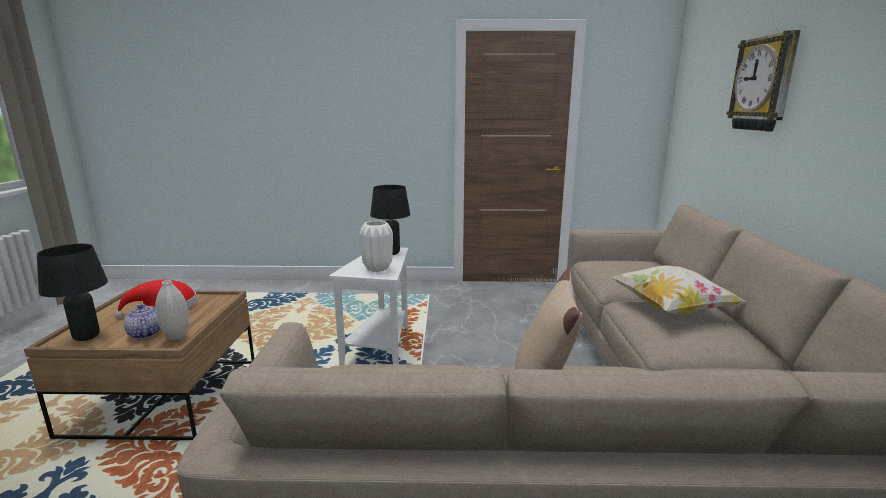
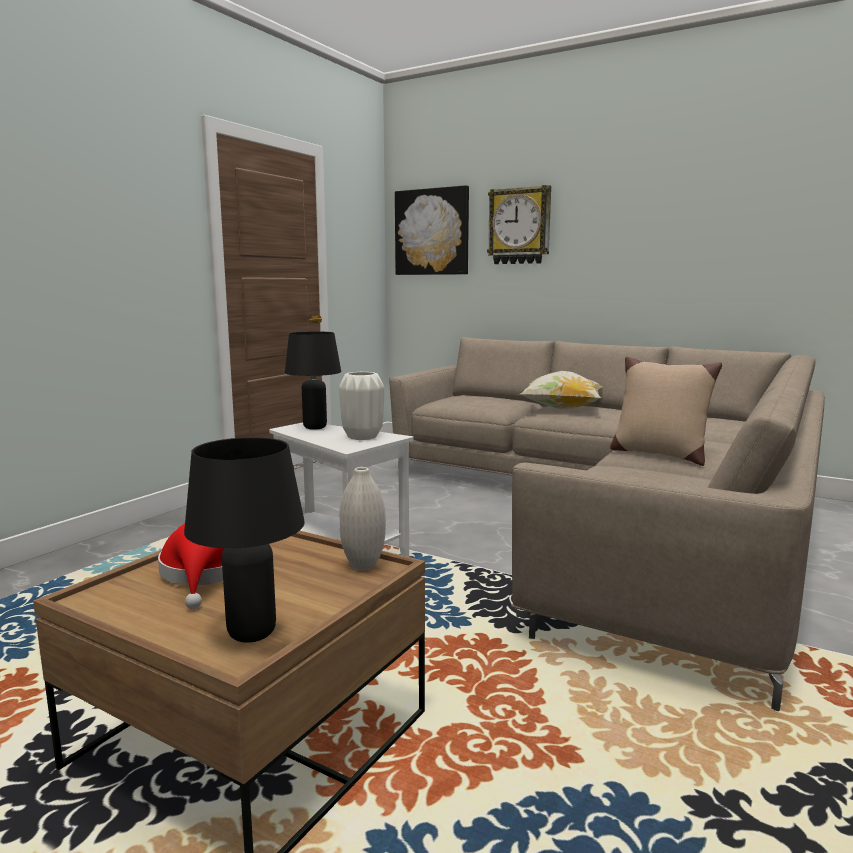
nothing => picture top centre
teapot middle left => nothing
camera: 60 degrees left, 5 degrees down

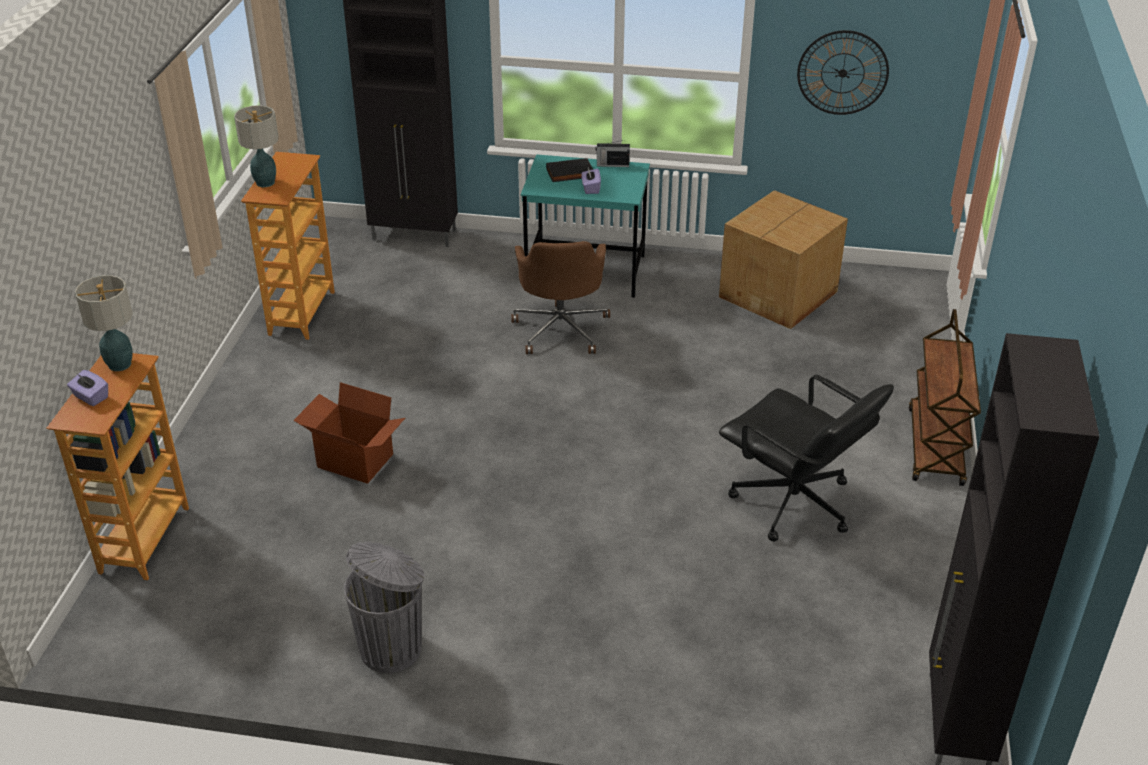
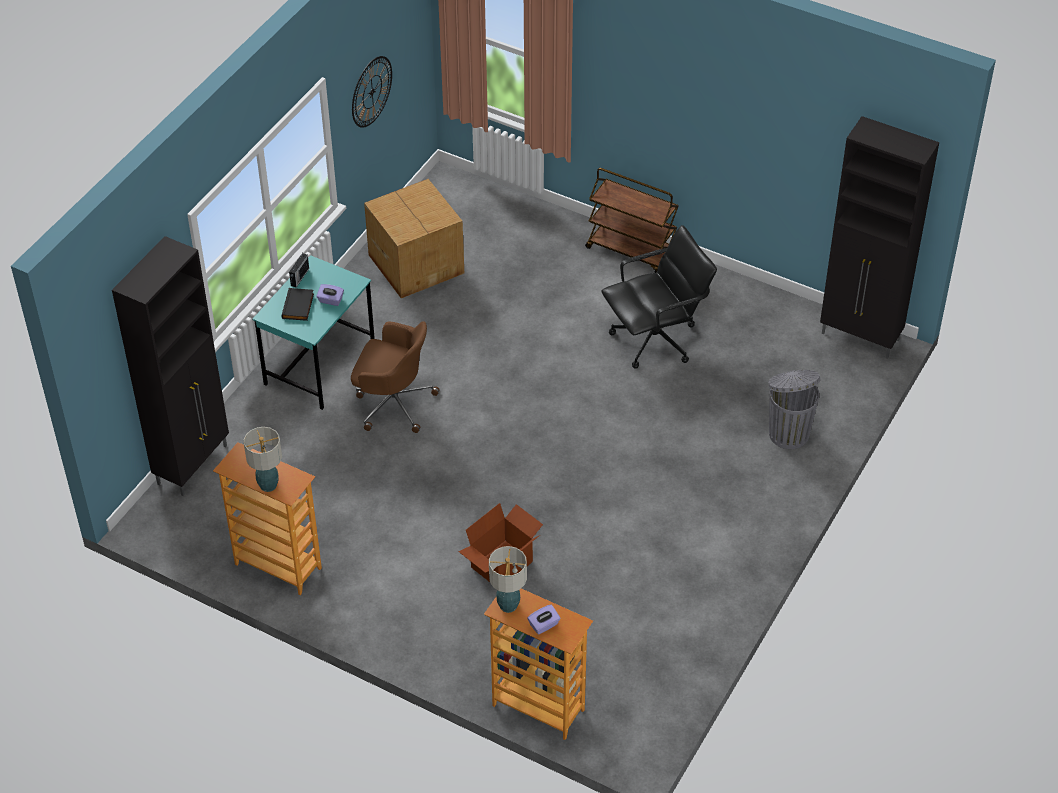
grey trash can bottom centre => grey trash can middle right, relocated
camera: 70 degrees left, 10 degrees up

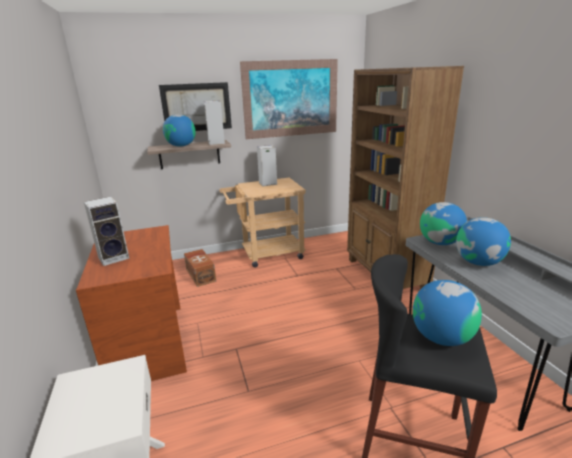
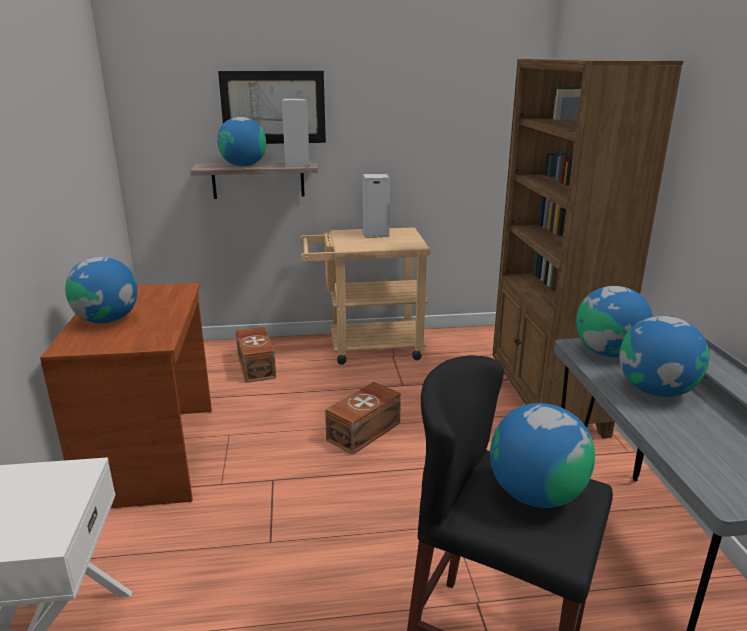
speaker (no. 1 from left) middle left => globe (no. 1 from left) middle left
nothing => brown storage box (no. 2 from left) centre
picture (no. 2 from left) top centre => nothing
camera: 10 degrees right, 0 degrees up

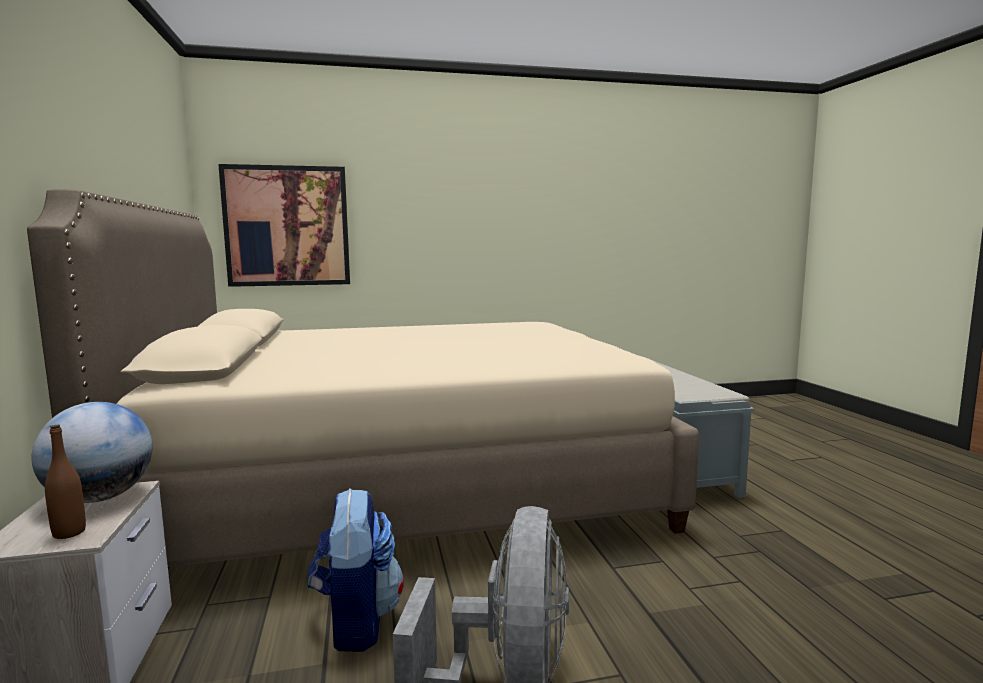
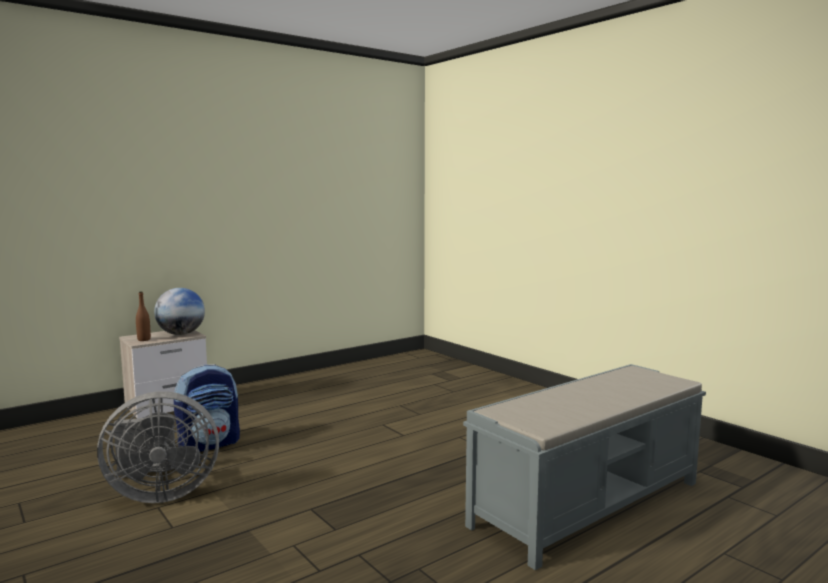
beige bed centre => nothing
picture top left => nothing
camera: 65 degrees right, 0 degrees up

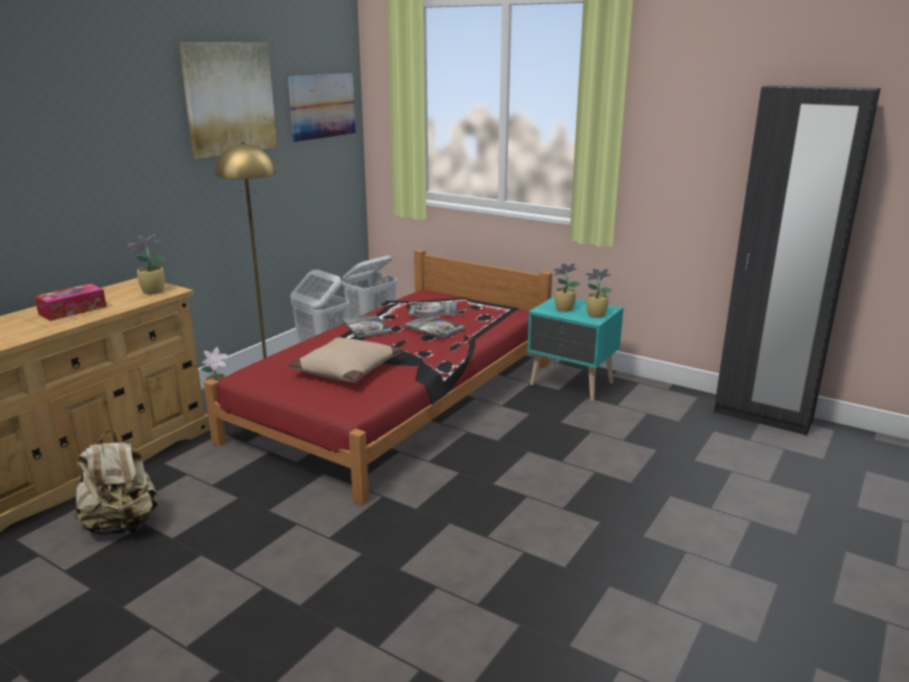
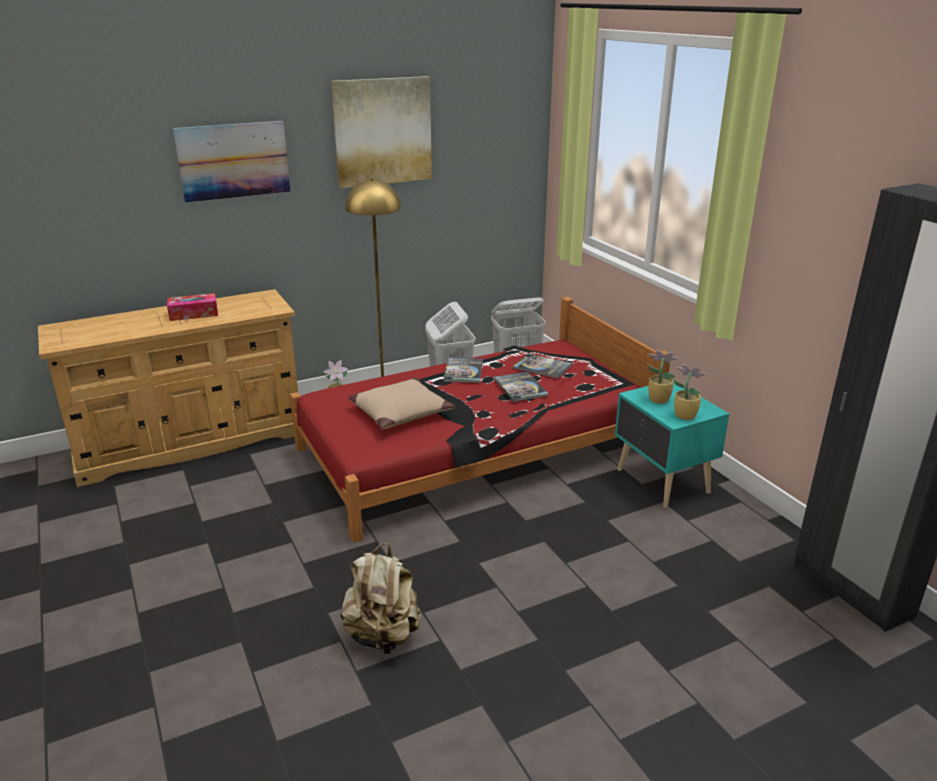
picture (no. 2 from left in the first image) top centre => picture (no. 1 from left) top left, relocated
beige backpack bottom left => beige backpack bottom centre, relocated
potted plant (no. 1 from left) middle left => nothing
camera: 30 degrees right, 5 degrees up

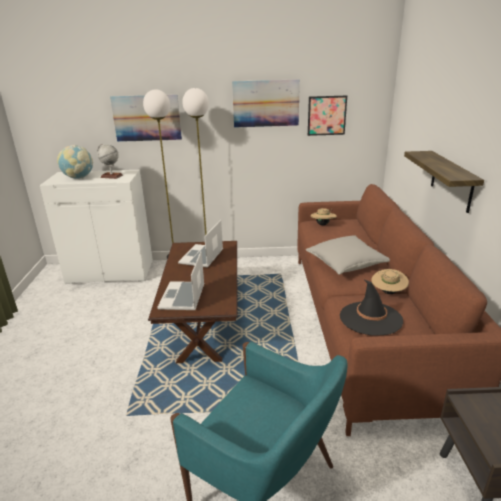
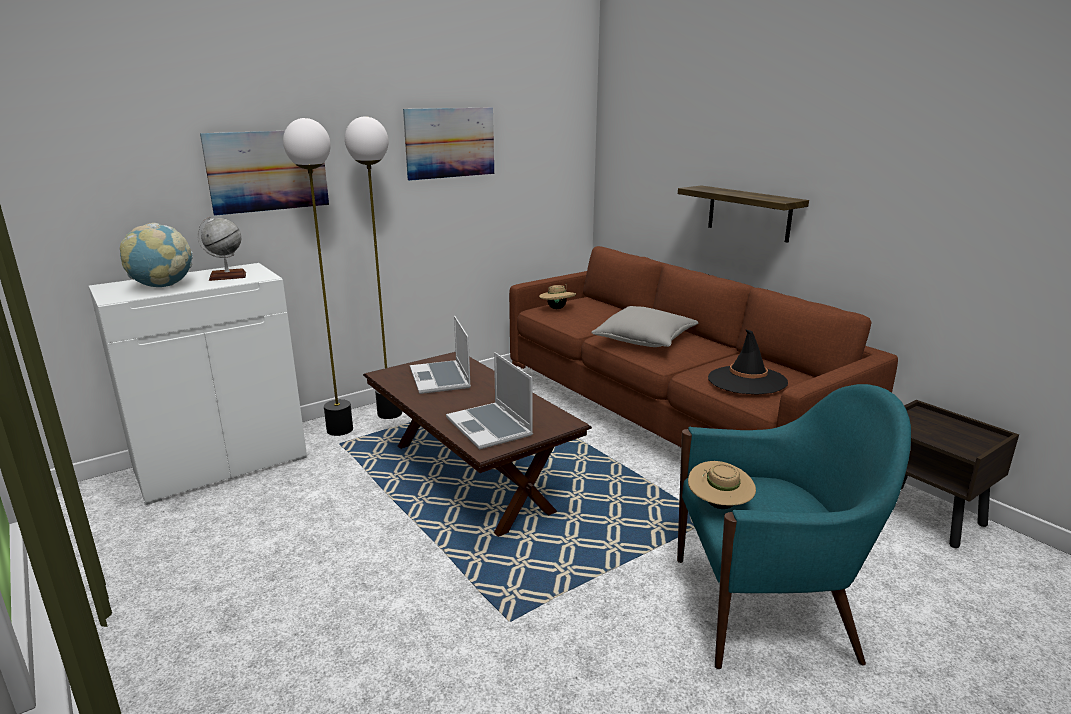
beige hat (no. 2 from left) middle right => beige hat (no. 2 from left) bottom right, relocated
picture (no. 3 from left) top centre => nothing
camera: 35 degrees left, 5 degrees down

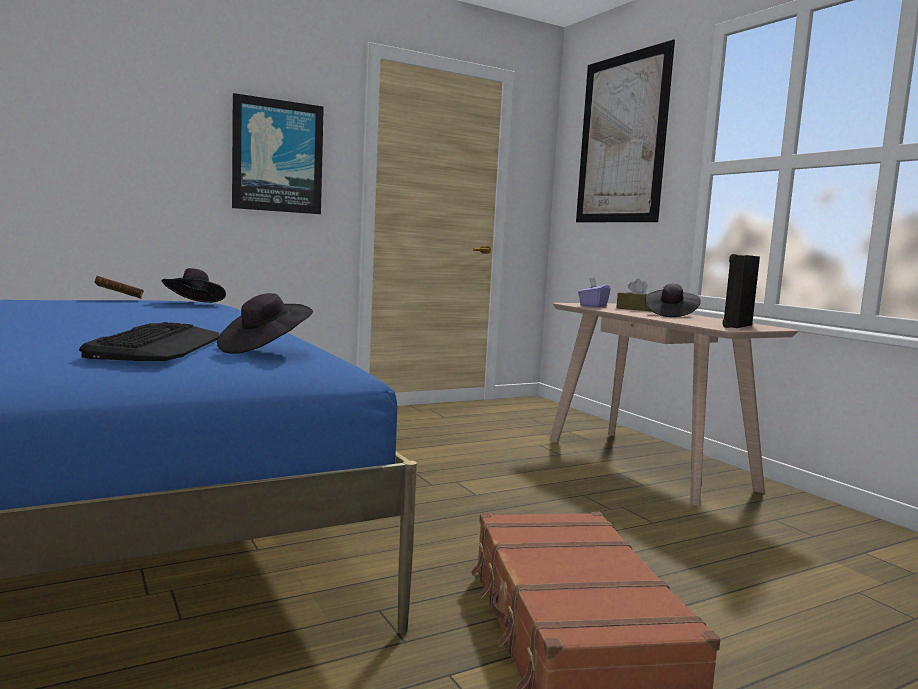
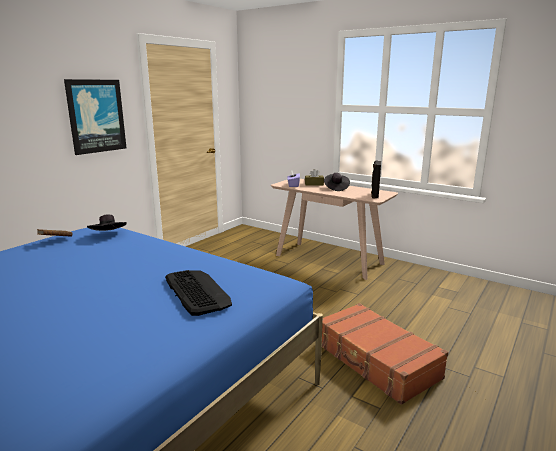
black hat (no. 2 from left) middle left => nothing
picture (no. 2 from left) top right => nothing
camera: 25 degrees left, 10 degrees up

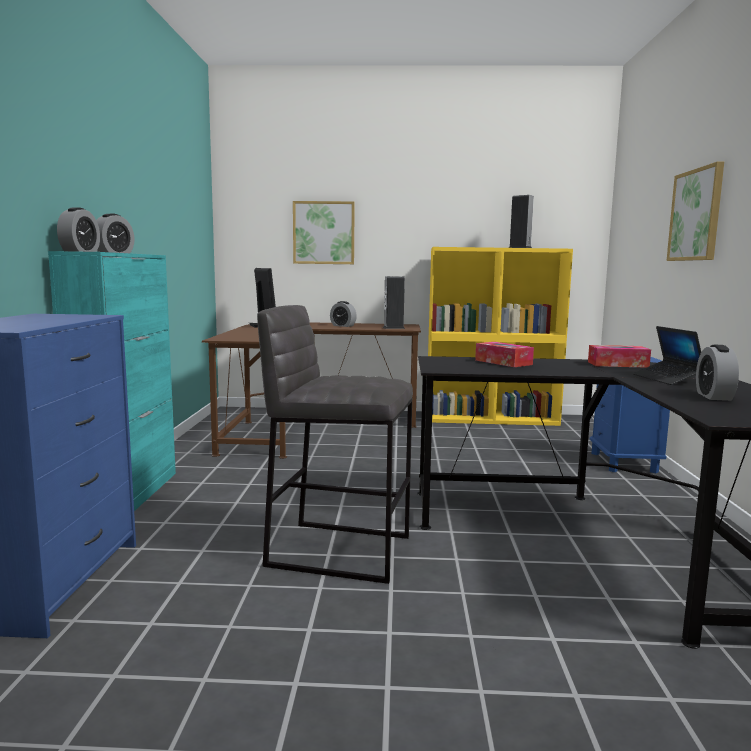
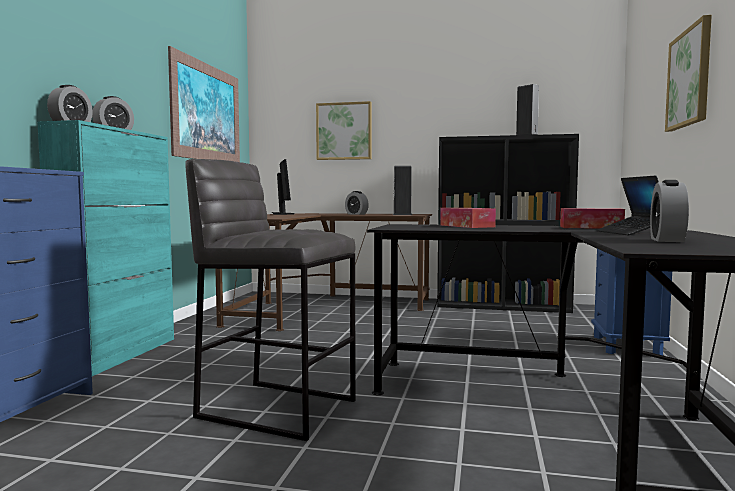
nothing => picture (no. 1 from left) top left
yellow bookcase centre => black bookcase middle right
camera: 10 degrees right, 5 degrees down

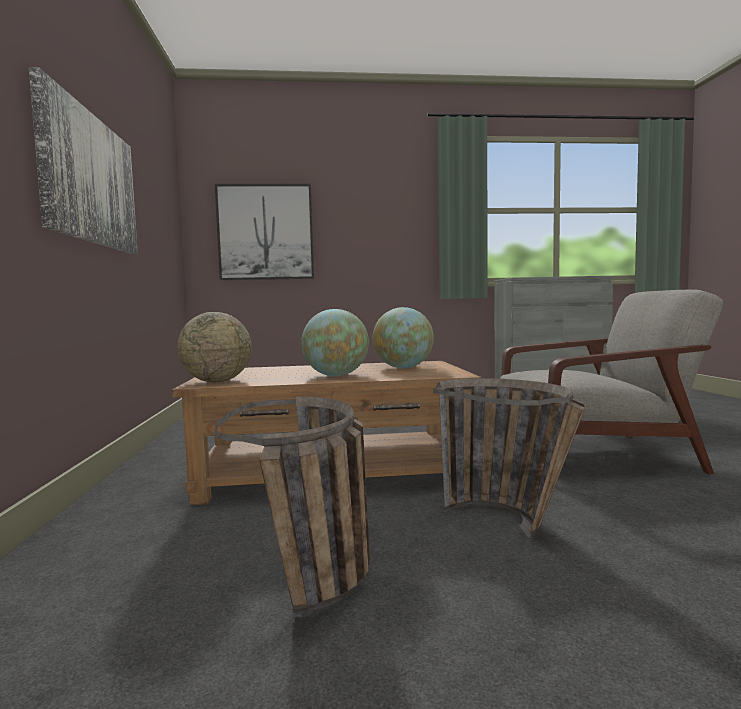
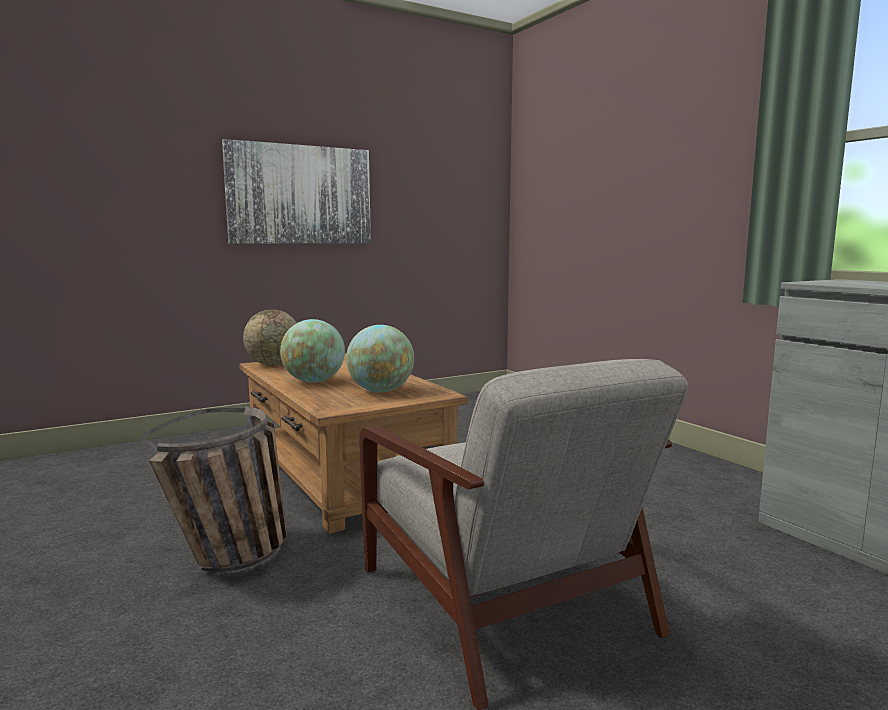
basket (no. 1 from left) bottom centre => nothing
picture (no. 2 from left) top centre => nothing
camera: 65 degrees right, 5 degrees up

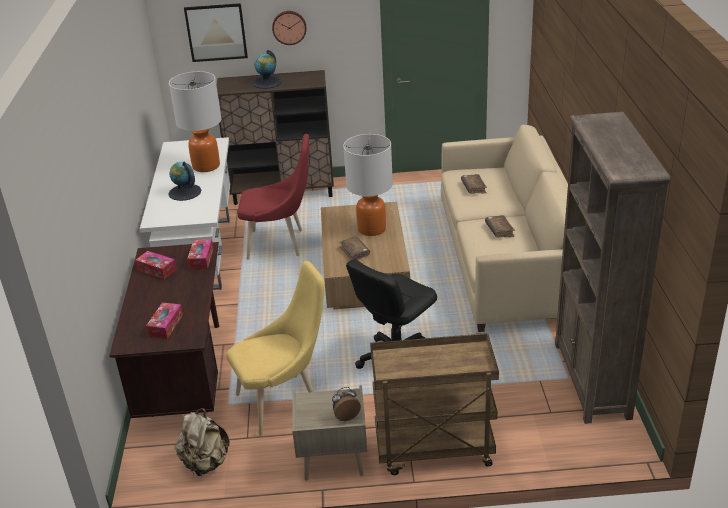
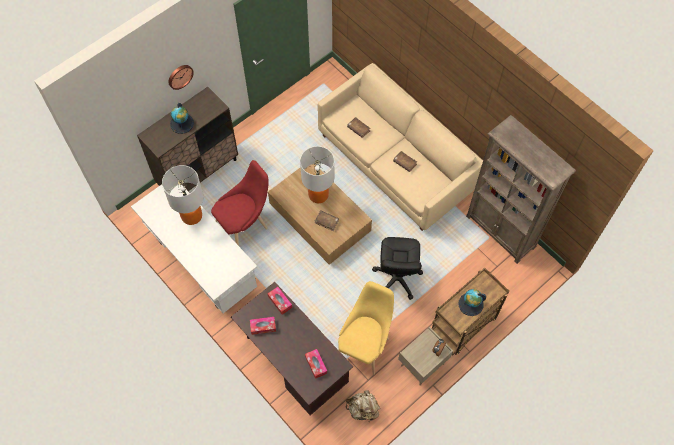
globe (no. 1 from left in the first image) middle left => globe (no. 2 from left) bottom right, relocated
picture top left => nothing
camera: 40 degrees left, 30 degrees up

